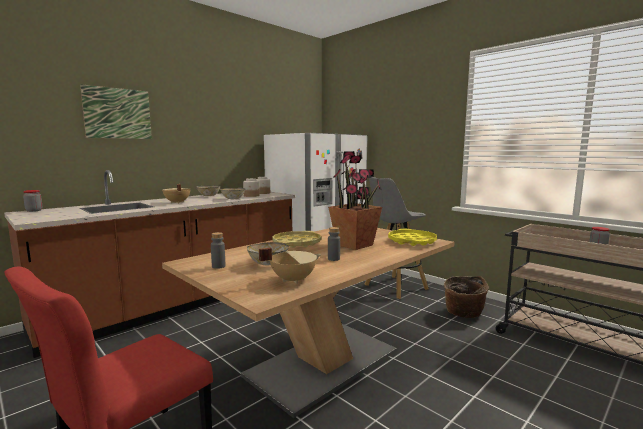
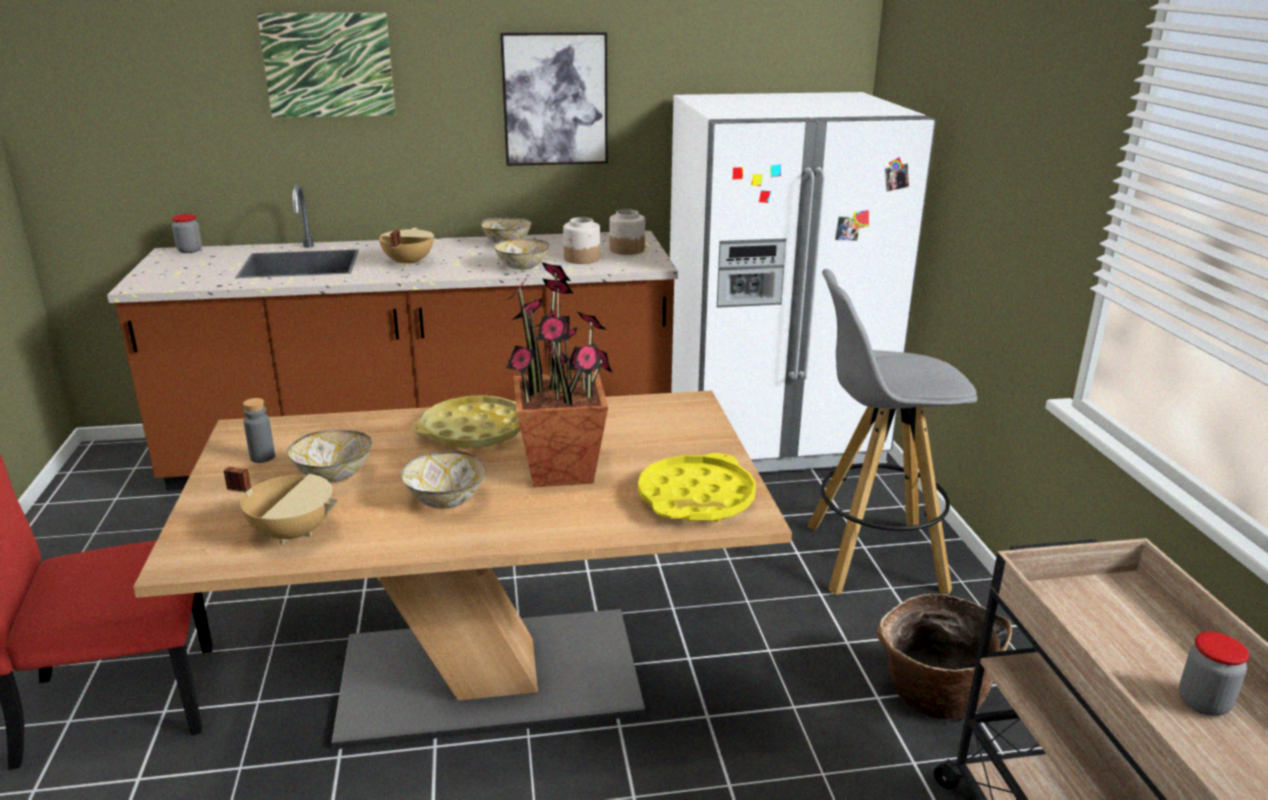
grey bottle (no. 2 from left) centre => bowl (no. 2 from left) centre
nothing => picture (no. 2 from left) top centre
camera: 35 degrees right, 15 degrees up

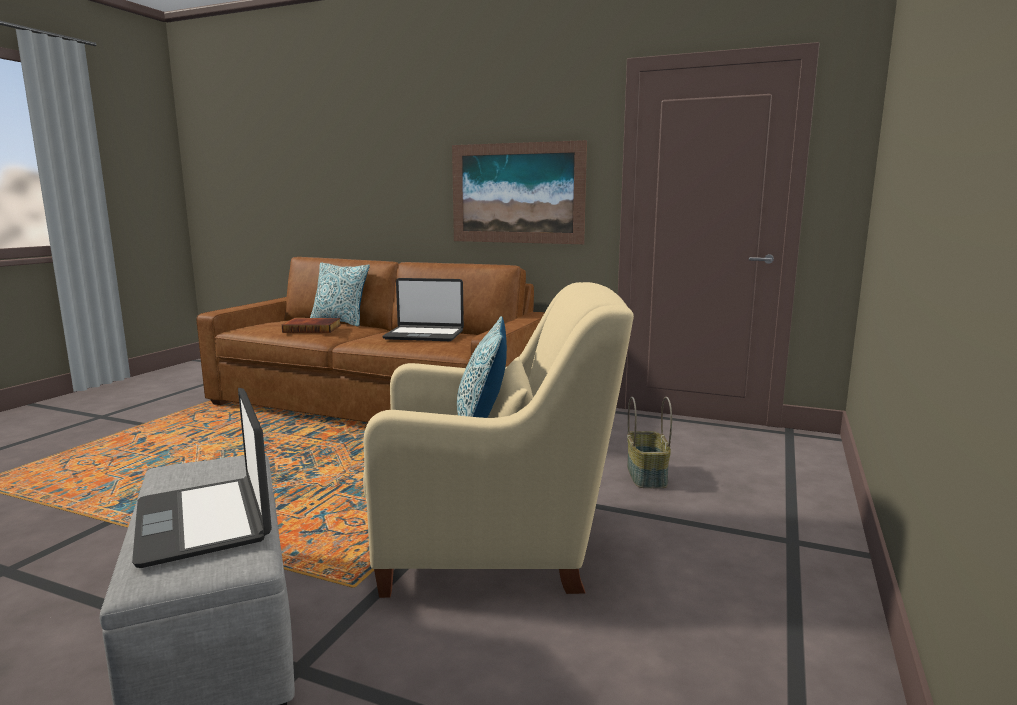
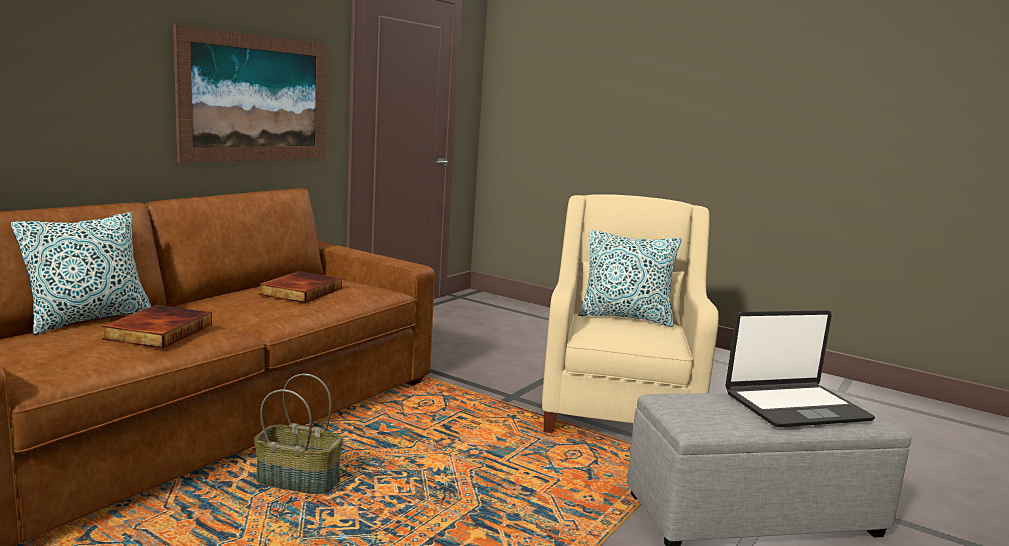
basket centre => basket bottom left, relocated
laptop (no. 2 from left) centre => book (no. 2 from left) middle left
camera: 80 degrees left, 0 degrees up

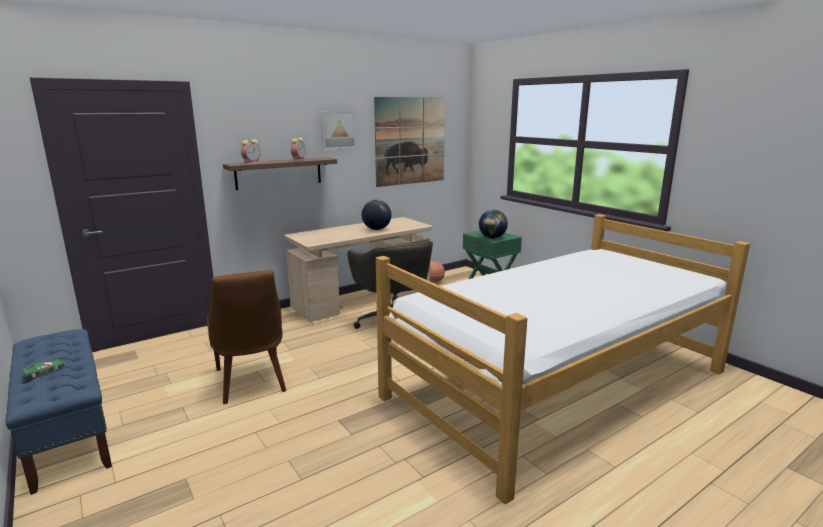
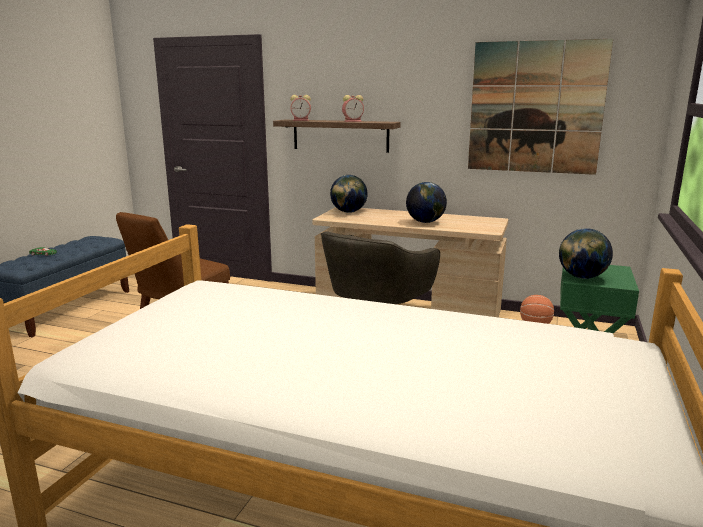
nothing => globe (no. 1 from left) centre
picture (no. 1 from left) top centre => nothing
camera: 55 degrees right, 0 degrees up

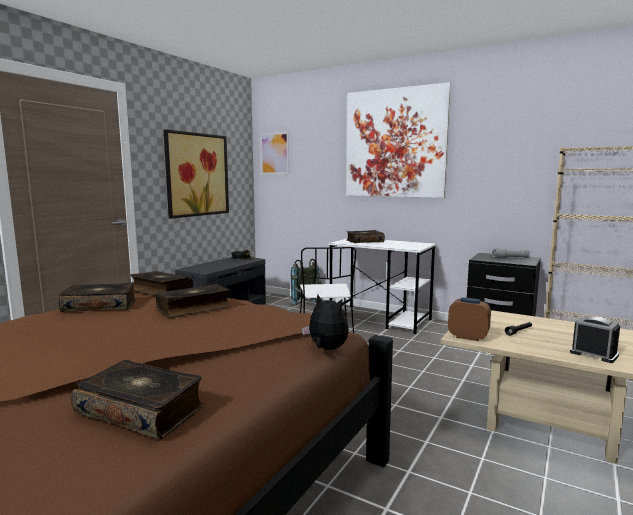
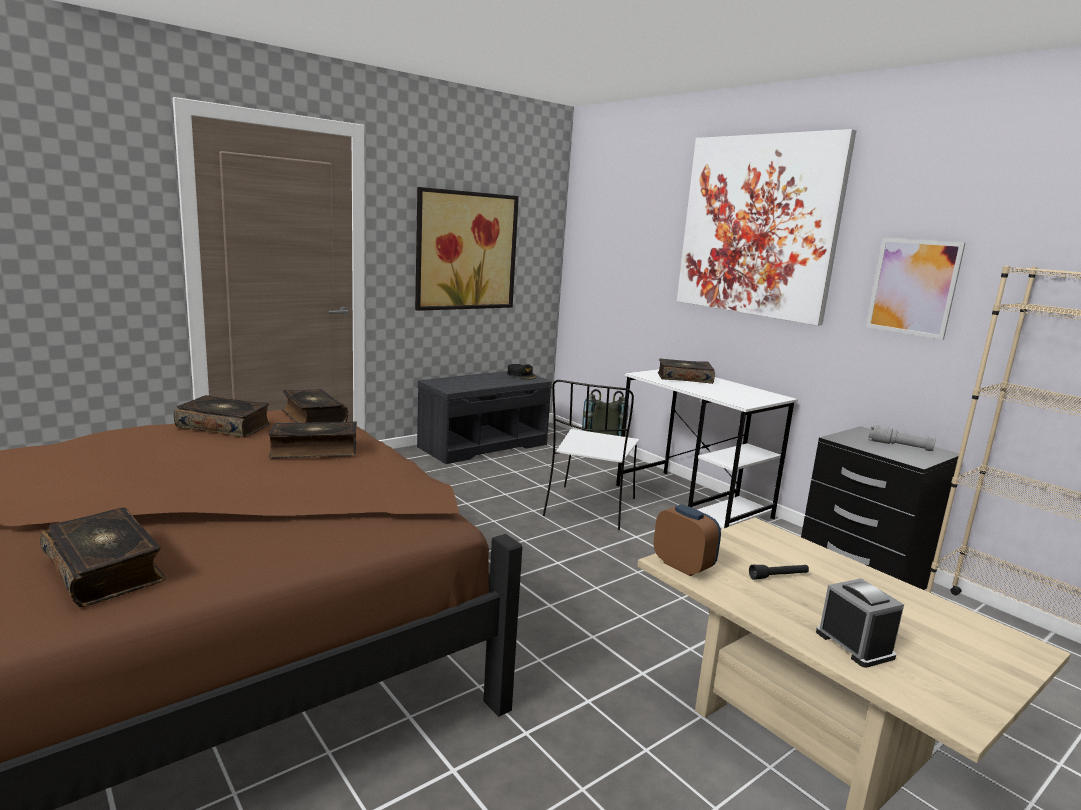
picture (no. 2 from left in the first image) top centre => picture (no. 3 from left) middle right, relocated
plush toy centre => nothing
camera: 20 degrees right, 5 degrees up

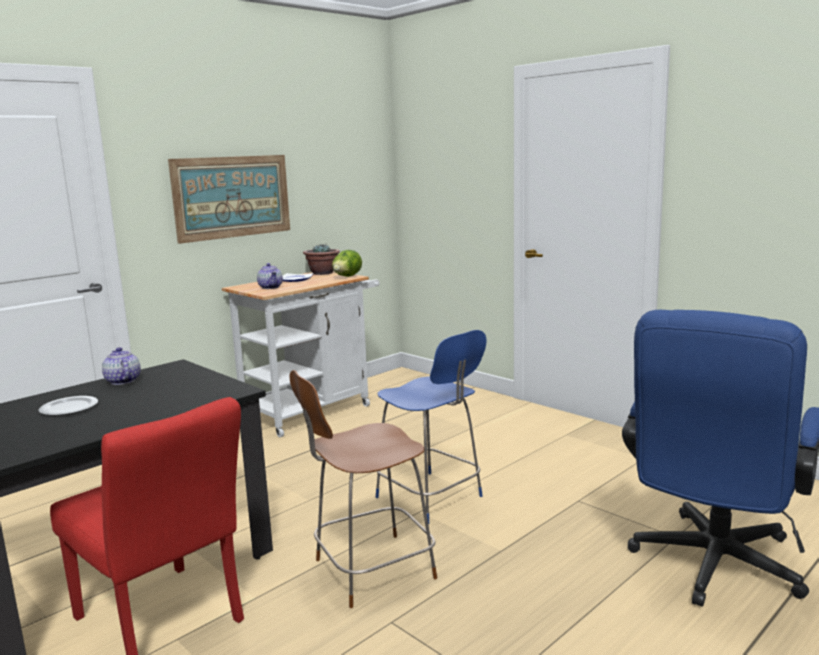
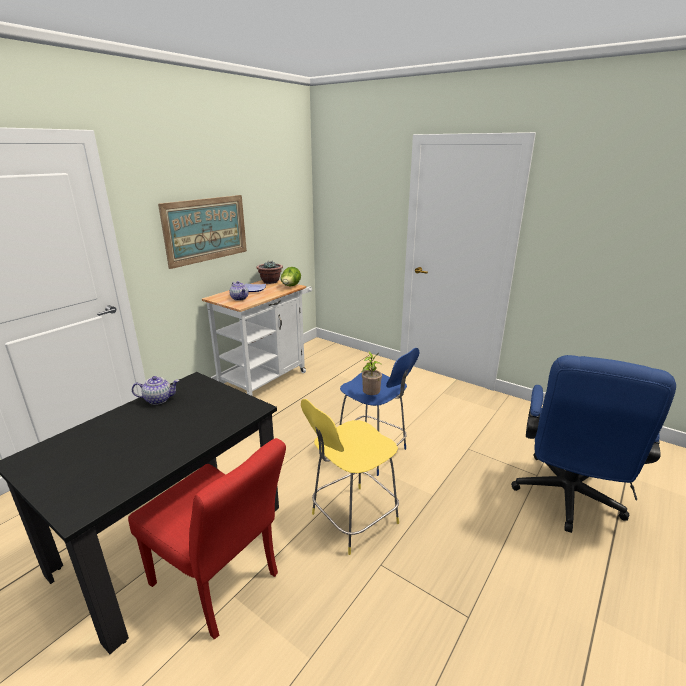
teapot (no. 1 from left) middle left, 120 degrees clockwise
brown stool bottom centre => yellow stool bottom centre
nothing => potted plant (no. 2 from left) centre
plate (no. 1 from left) middle left => nothing
camera: 10 degrees left, 10 degrees up

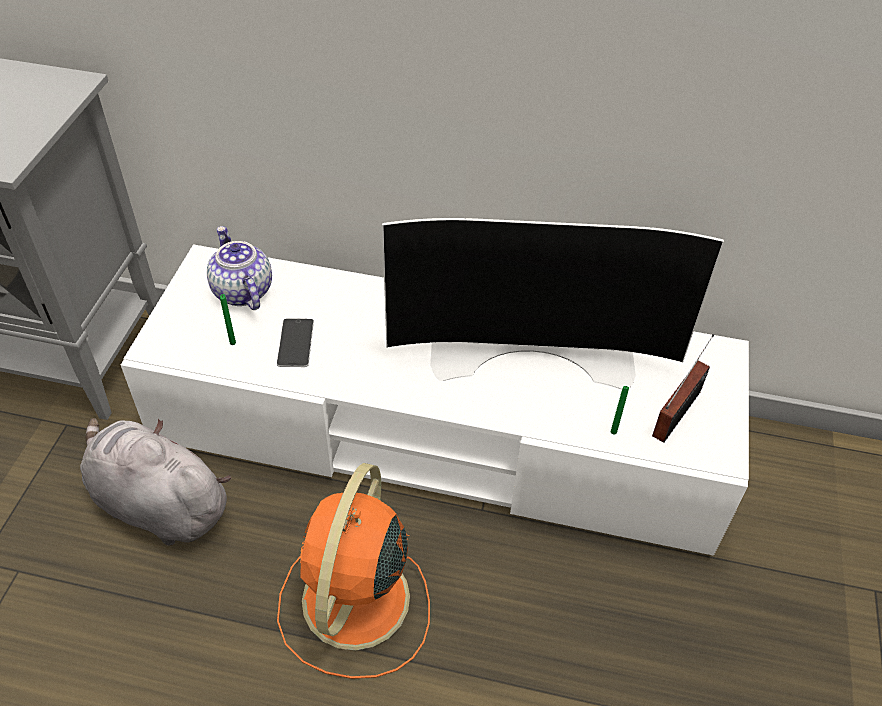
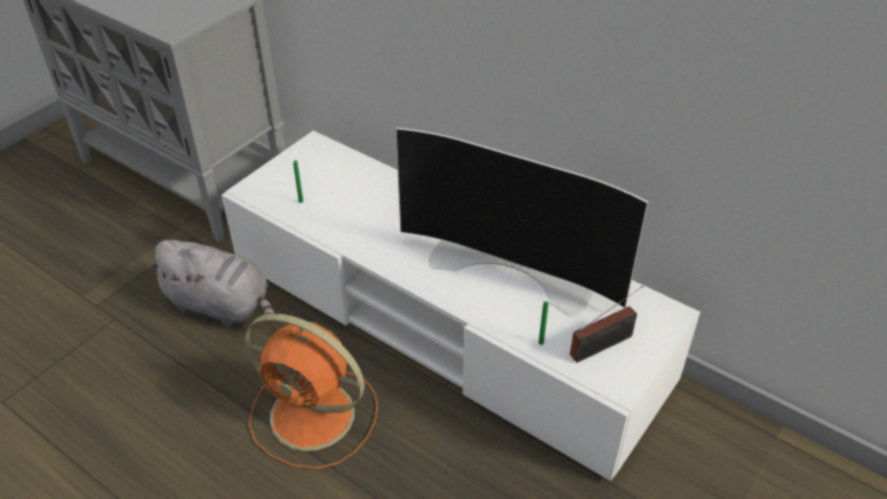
grey plush toy bottom left => grey plush toy middle left, 150 degrees clockwise
orange fan bottom centre, 105 degrees counterclockwise
teapot middle left => nothing
phone centre => nothing
camera: 25 degrees right, 5 degrees down

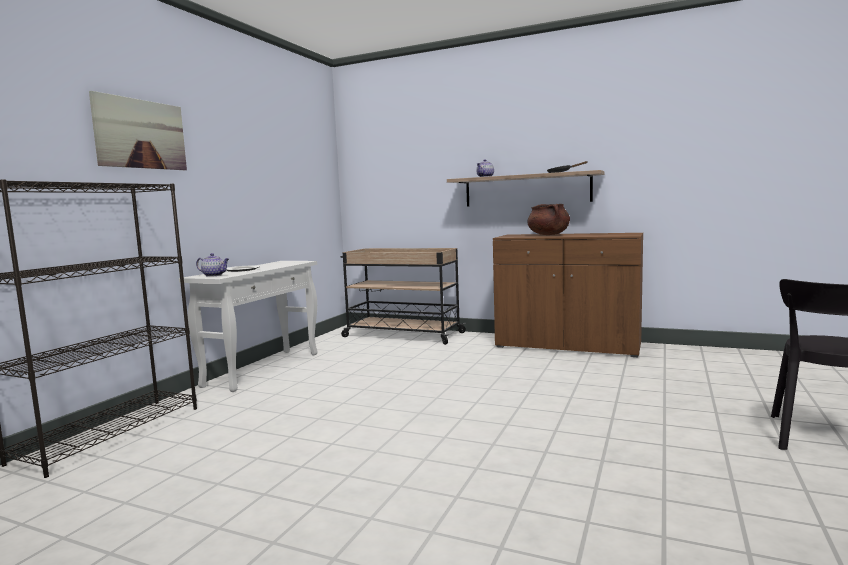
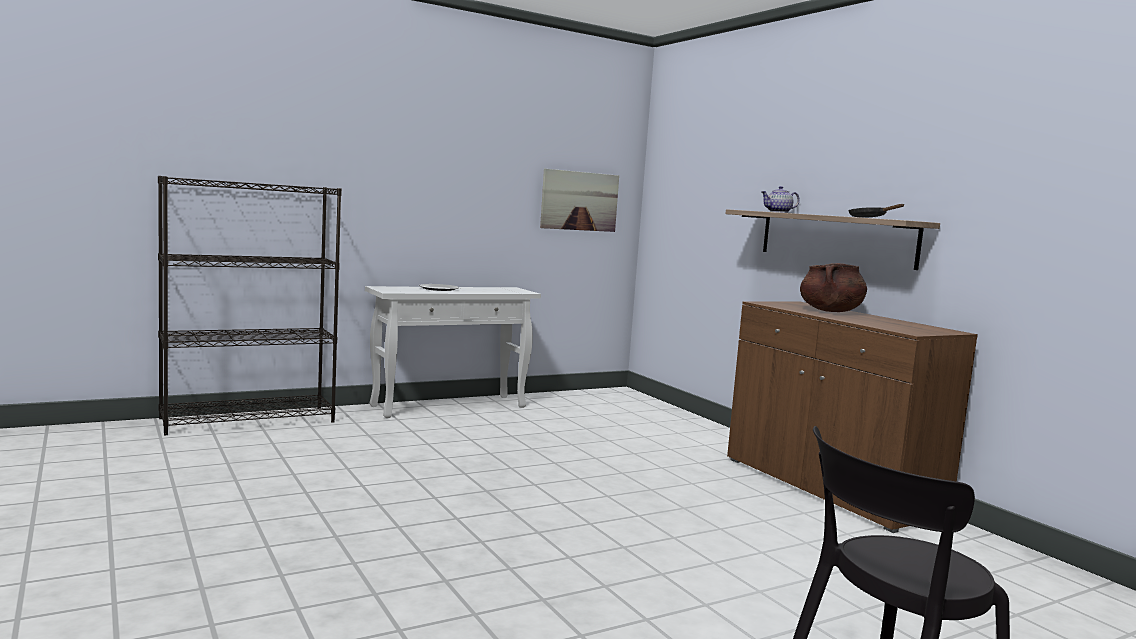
picture top left => picture top centre, relocated
teapot (no. 1 from left) middle left => nothing
beige cart centre => nothing
camera: 35 degrees right, 0 degrees up

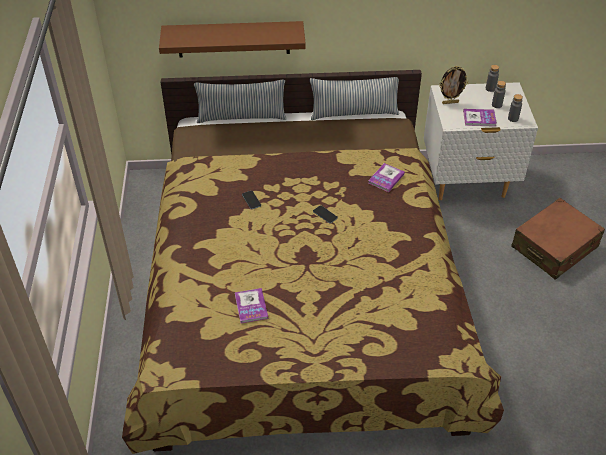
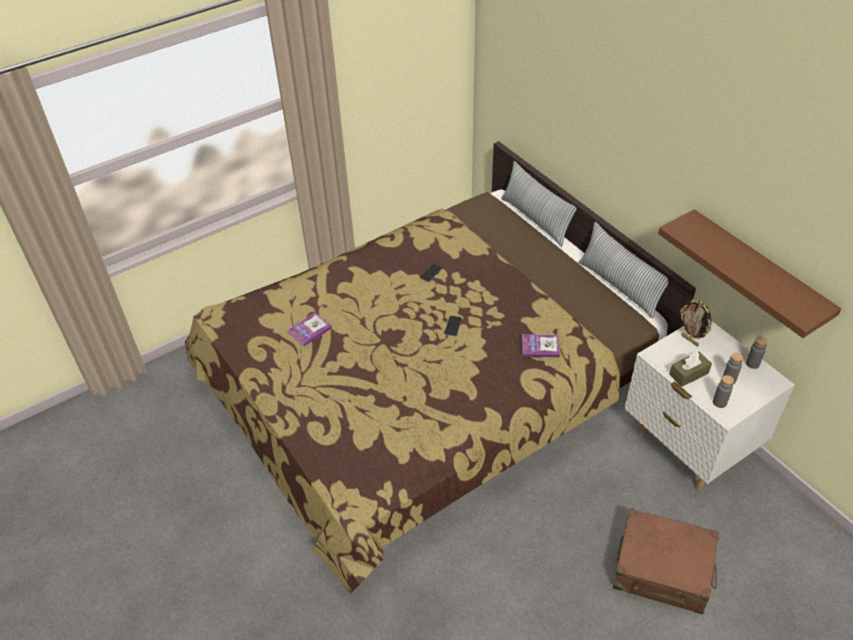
brown shelf top centre => brown shelf middle right, relocated
book (no. 3 from left) top right => brown tissue box middle right
camera: 60 degrees right, 0 degrees up

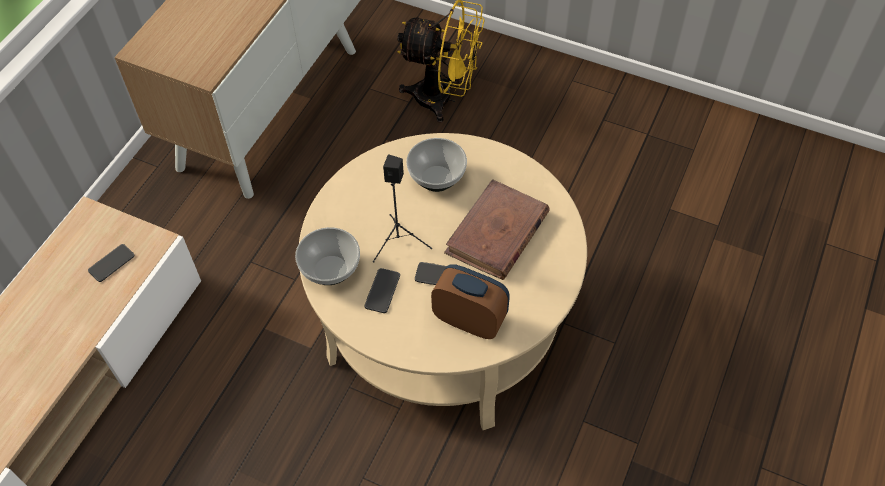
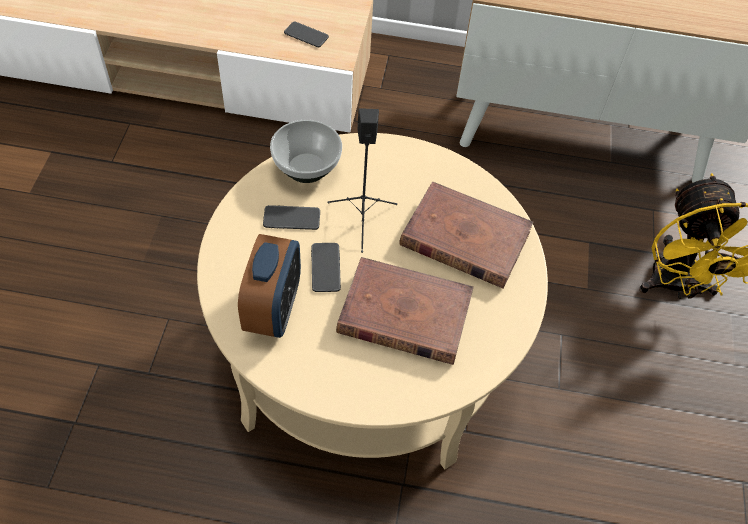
bowl (no. 2 from left) centre => brown book (no. 2 from left) centre
camera: 70 degrees right, 0 degrees up

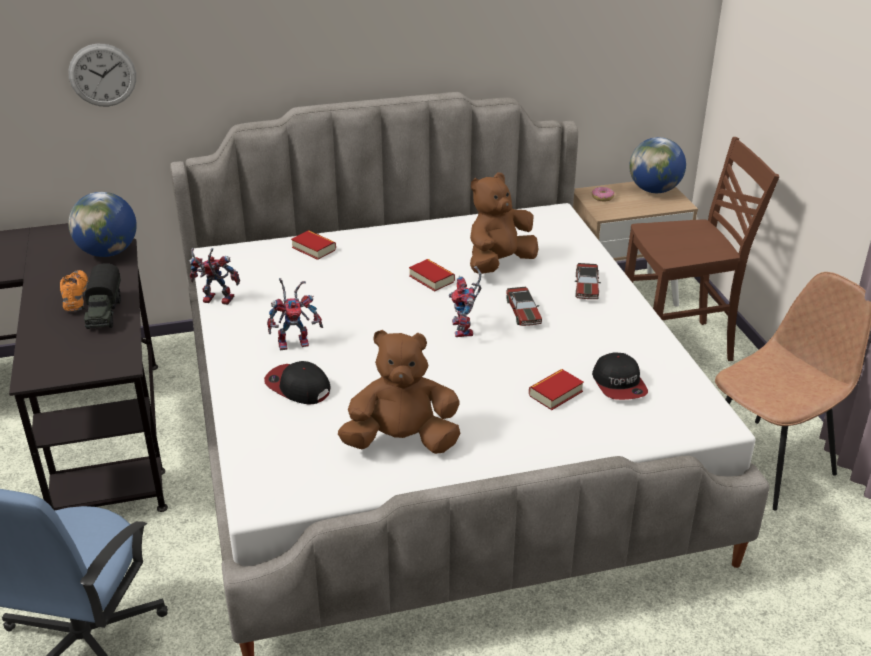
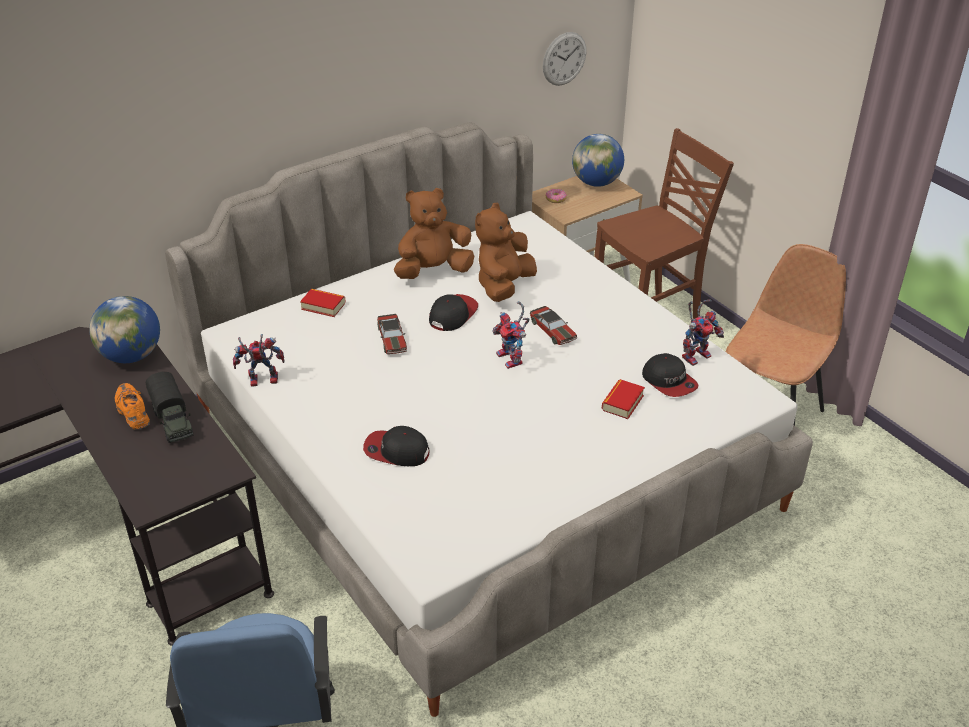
toy car (no. 2 from left in the first image) middle right => toy car (no. 1 from left) centre, relocated
brown plush toy (no. 1 from left) centre => brown plush toy (no. 1 from left) top centre, relocated
book (no. 2 from left) centre => cap (no. 2 from left) centre
wall clock top left => wall clock top centre, relocated
toy robot (no. 2 from left in the first image) centre => toy robot (no. 3 from left) middle right, relocated
camera: 20 degrees left, 5 degrees up

